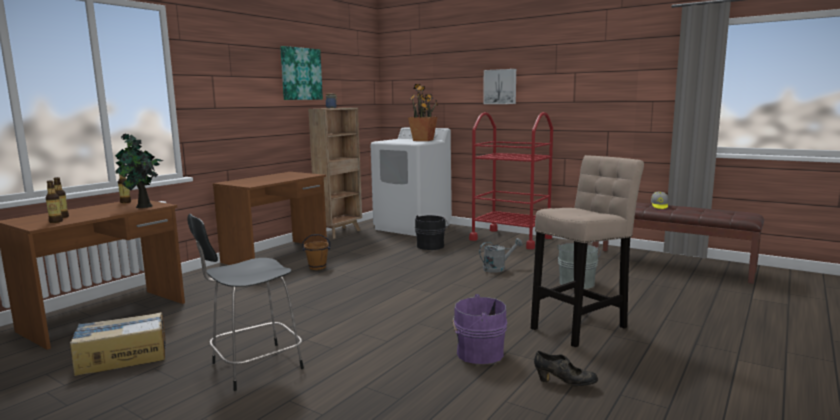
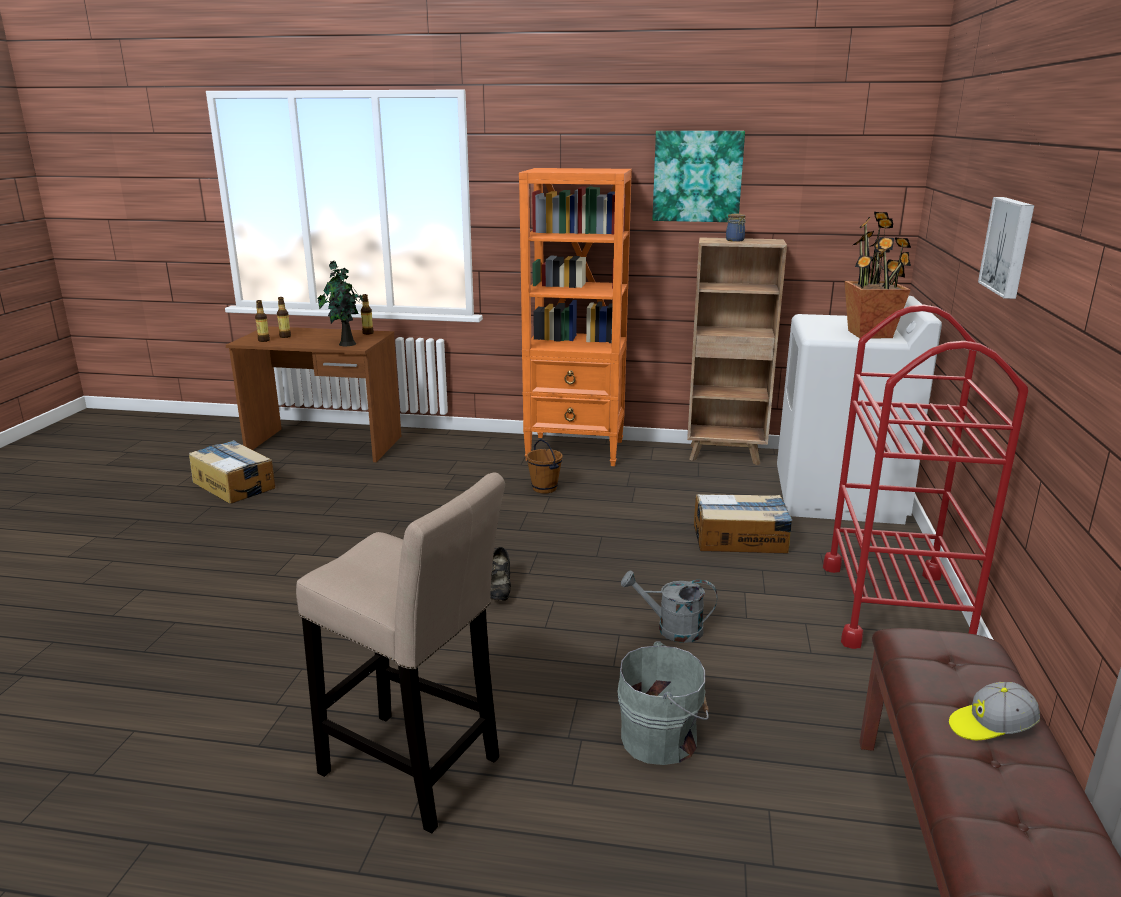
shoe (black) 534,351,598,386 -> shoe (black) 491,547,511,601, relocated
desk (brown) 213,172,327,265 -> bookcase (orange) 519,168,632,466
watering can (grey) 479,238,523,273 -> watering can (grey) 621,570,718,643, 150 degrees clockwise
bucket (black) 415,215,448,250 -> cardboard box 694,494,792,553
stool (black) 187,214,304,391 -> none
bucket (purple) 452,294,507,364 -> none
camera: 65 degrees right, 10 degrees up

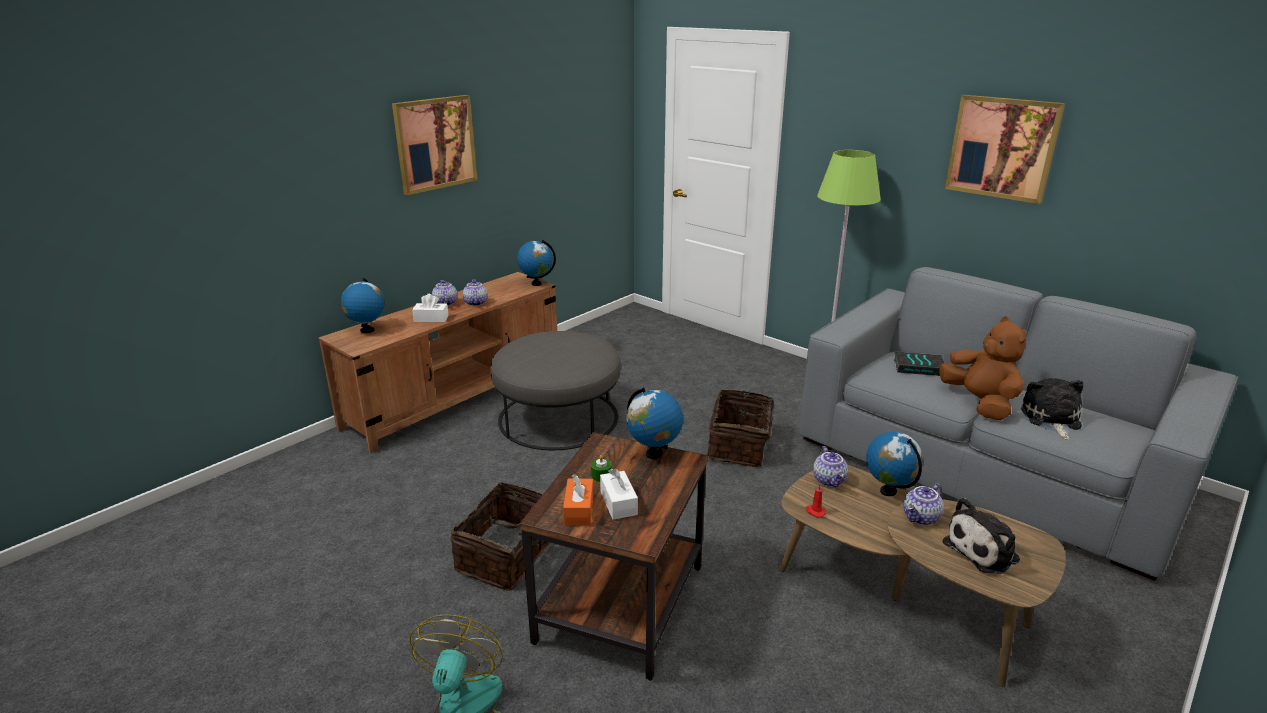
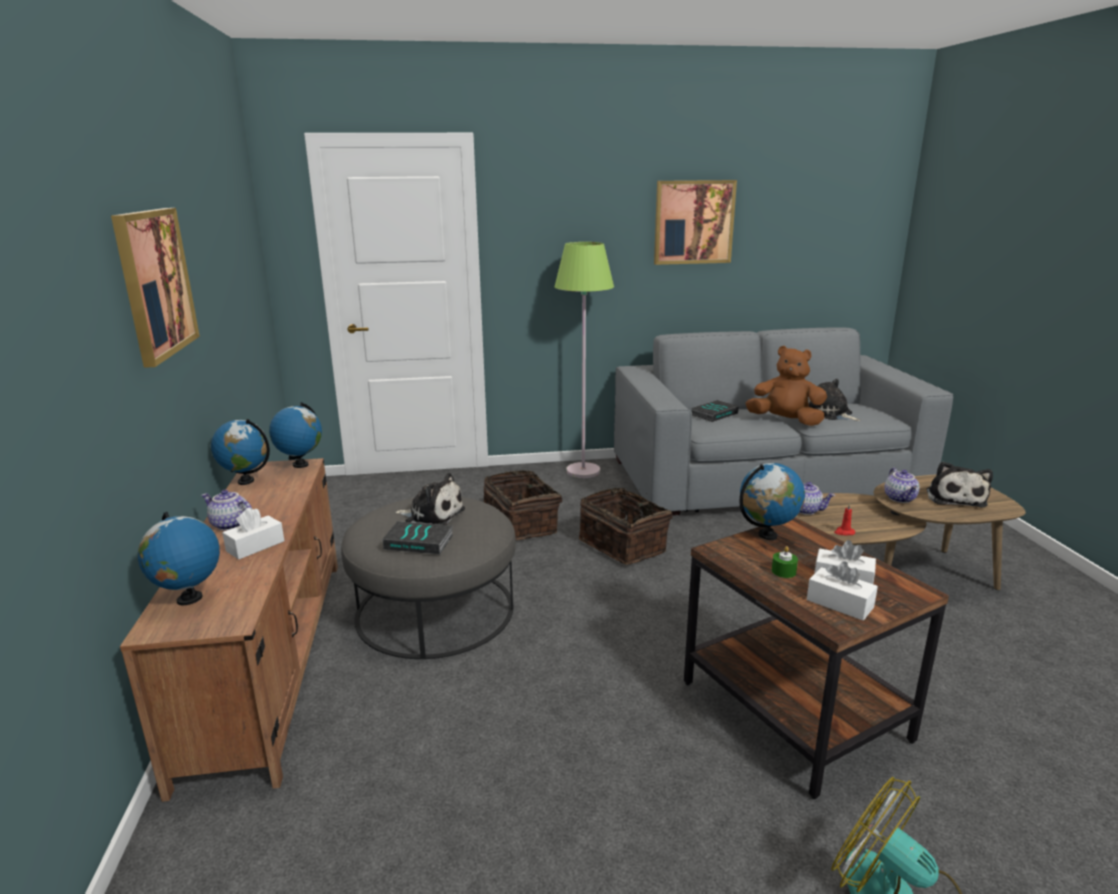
globe 866,432,923,496 -> globe 211,419,270,485, relocated
none -> book 382,521,453,554
none -> plush toy 394,473,465,525
basket 450,482,550,591 -> basket 484,470,562,540, relocated
tissue box (orange) 563,474,594,525 -> tissue box (white) 807,561,878,620
teapot 463,280,488,306 -> none
camera: 50 degrees left, 5 degrees down

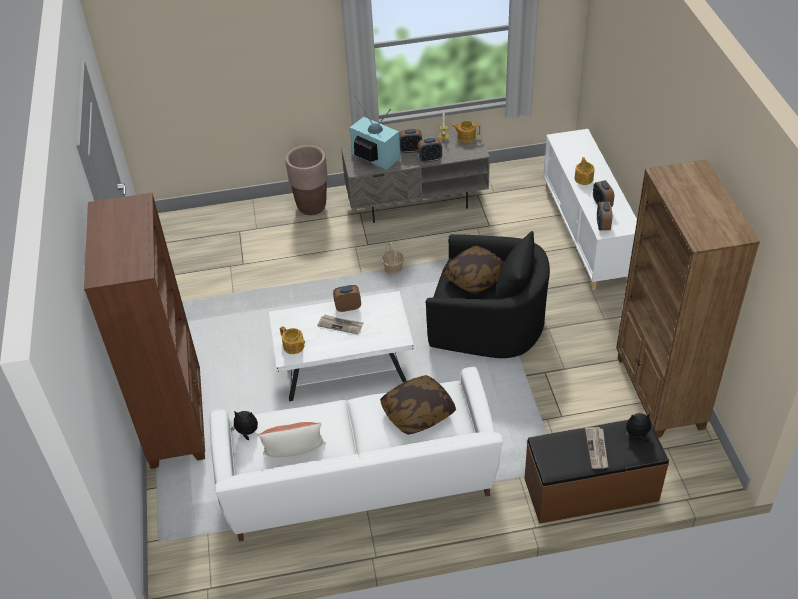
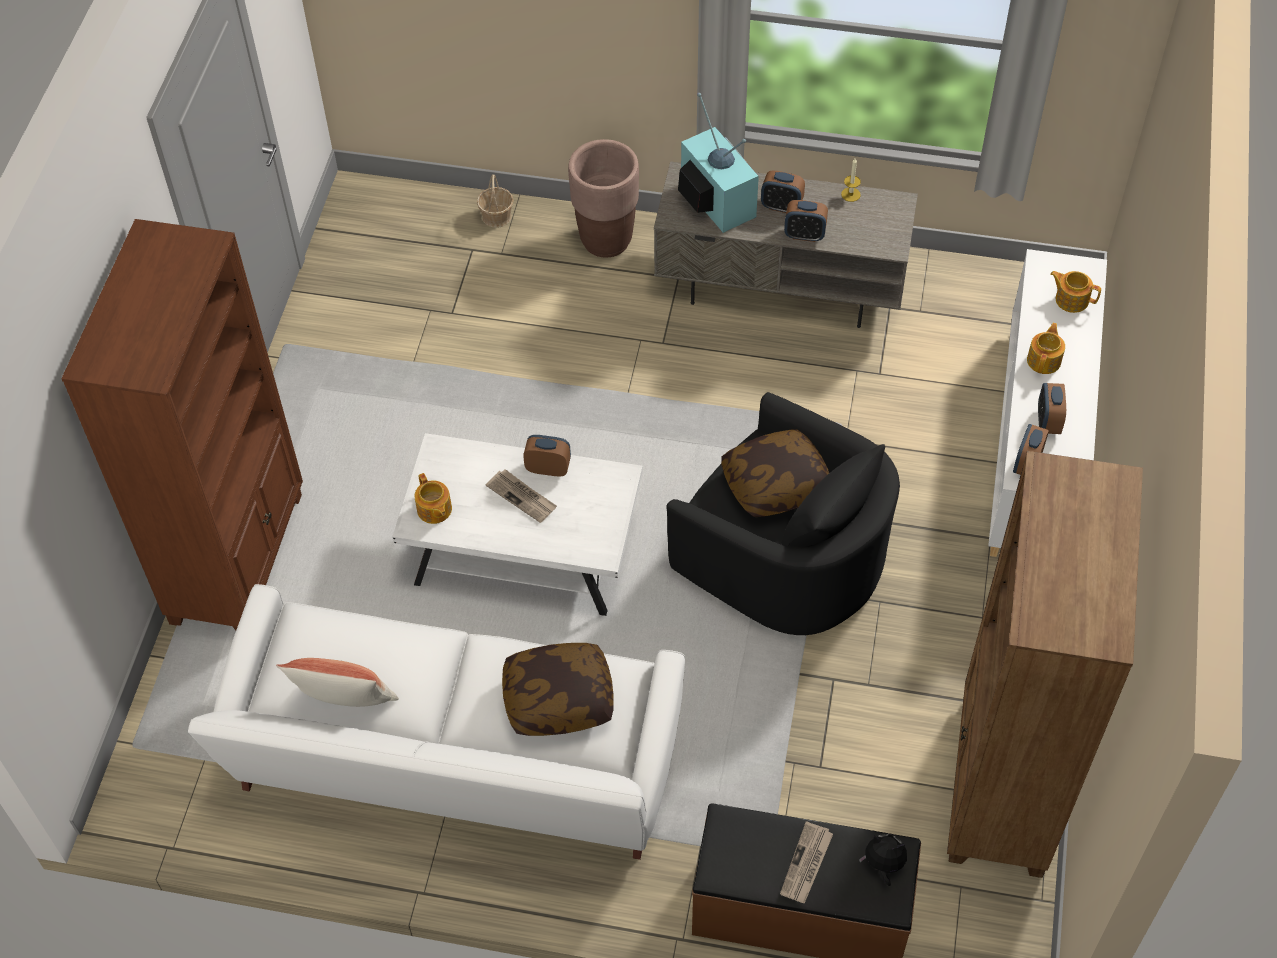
basket 382,242,404,274 -> basket 477,174,514,228, relocated
teapot 452,121,480,143 -> teapot 1050,271,1101,313, relocated
plush toy 230,411,258,440 -> none
camera: 20 degrees right, 10 degrees up

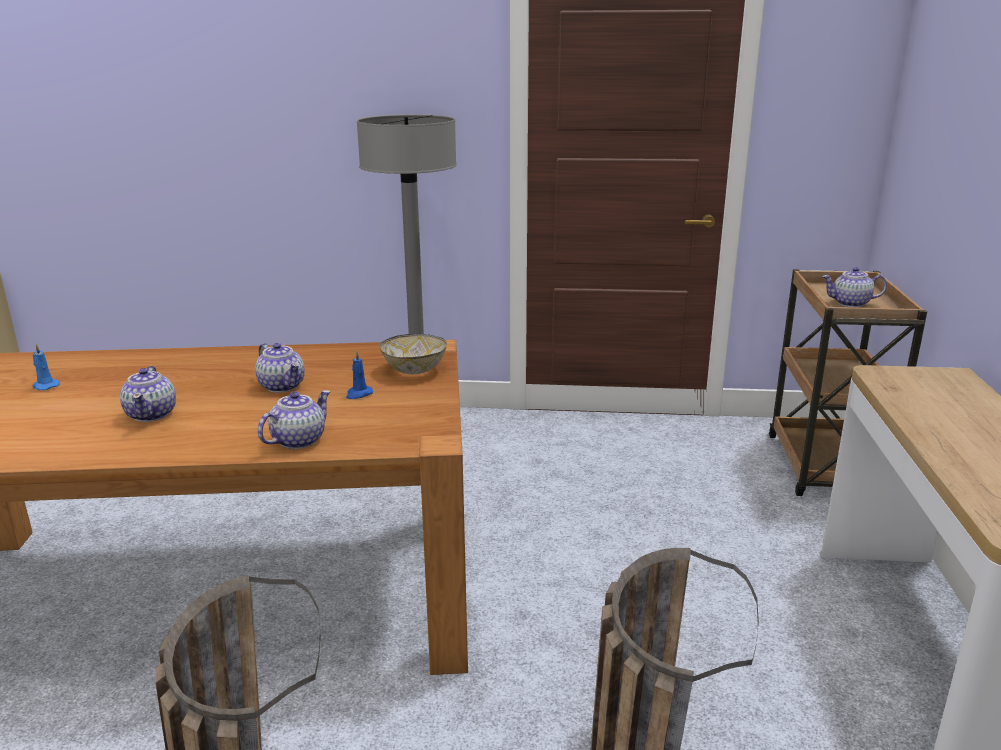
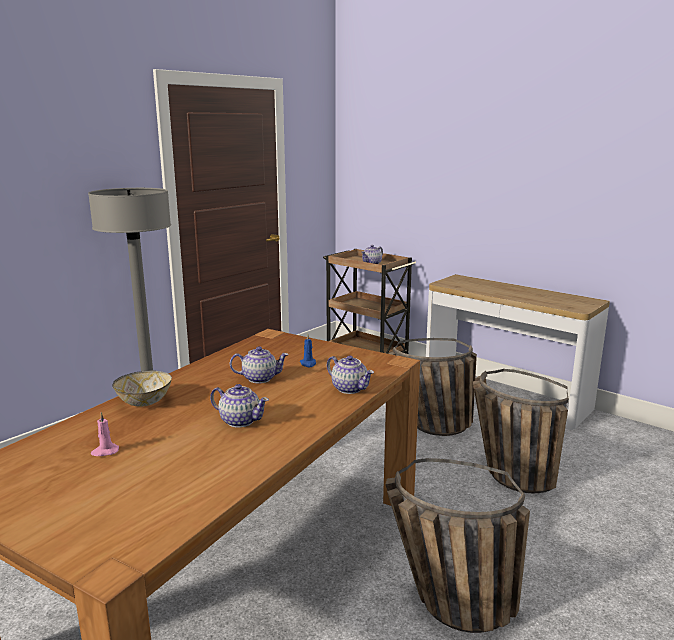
candle (blue) 33,344,60,390 -> candle (pink) 91,412,119,456
bowl 379,334,447,374 -> bowl 112,370,172,407, relocated
teapot 258,390,331,449 -> teapot 327,355,374,394, 150 degrees clockwise
none -> basket 388,338,477,436
camera: 55 degrees left, 5 degrees down

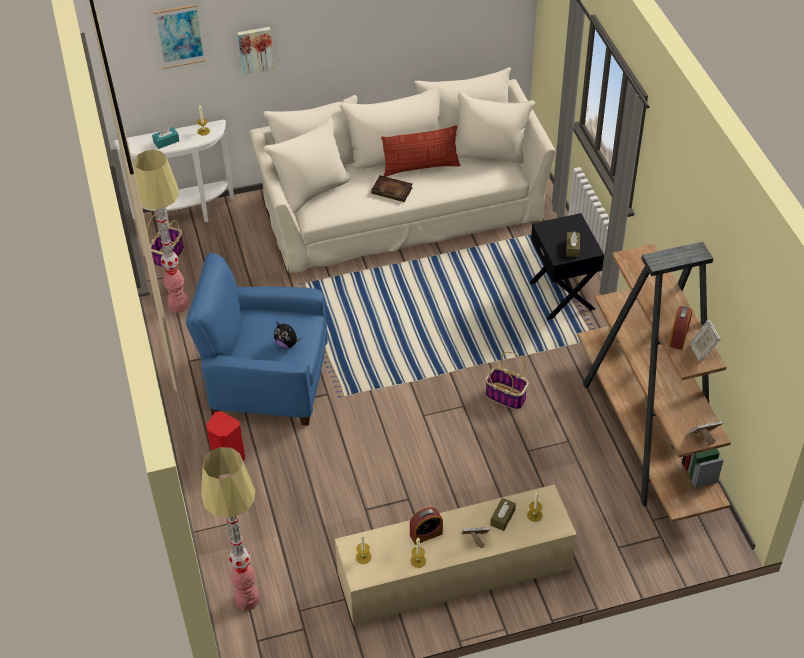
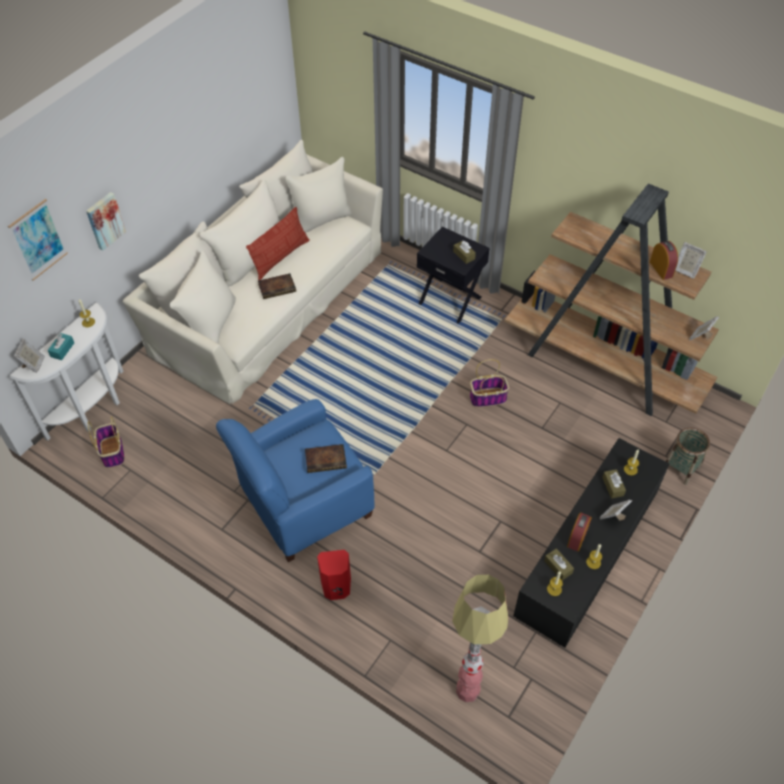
none -> picture frame 14,339,45,373
plush toy 274,322,301,348 -> book 305,444,347,473
tv stand (beige) 335,485,577,626 -> tv stand (black) 513,438,669,648
none -> tissue box (brown) 544,548,574,580
none -> basket 666,427,710,485
floor lamp 134,150,188,313 -> none
camera: 40 degrees left, 5 degrees up

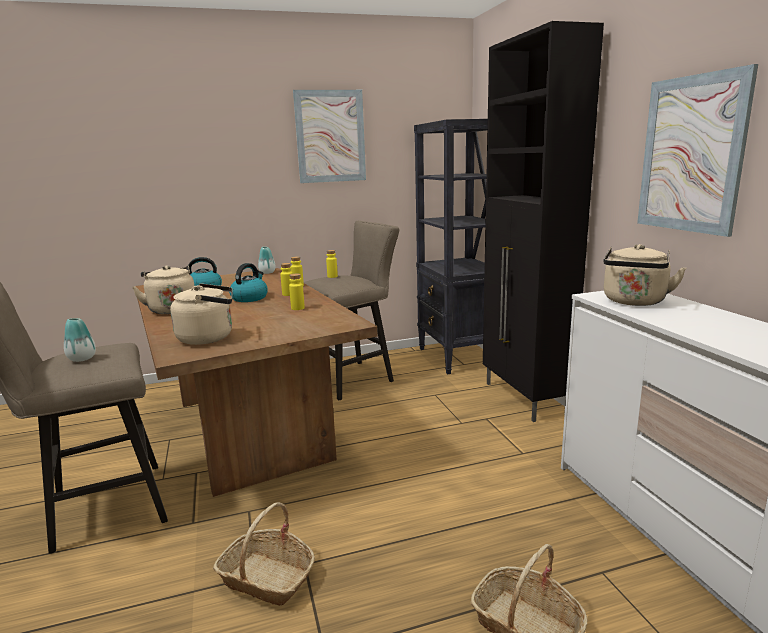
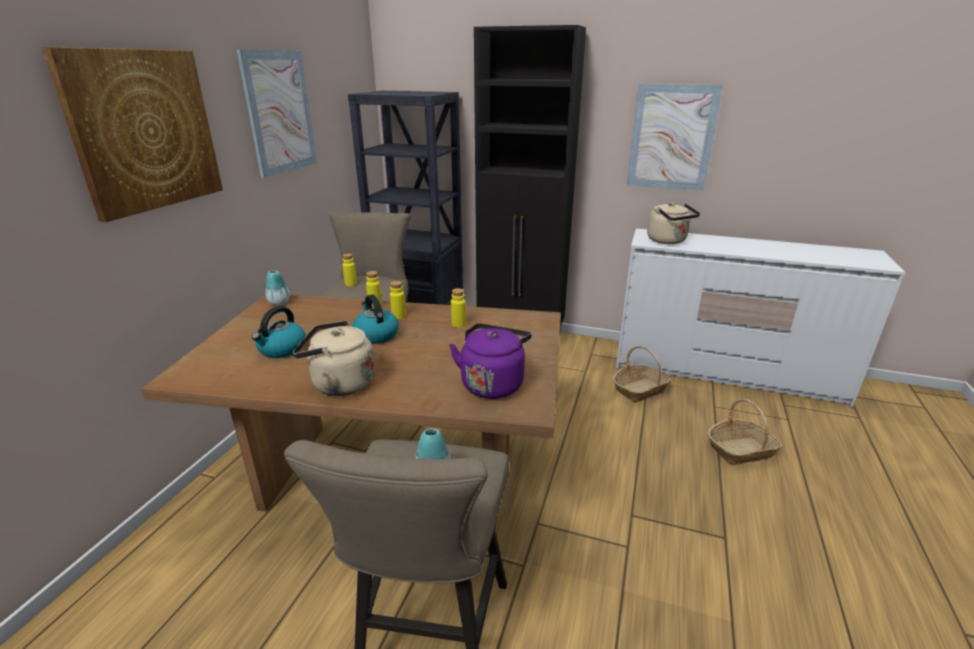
none -> picture 42,47,223,222
kettle (beige) 170,284,233,345 -> kettle (purple) 449,323,532,399
basket 213,502,315,606 -> basket 613,346,672,402, relocated
camera: 55 degrees left, 10 degrees up

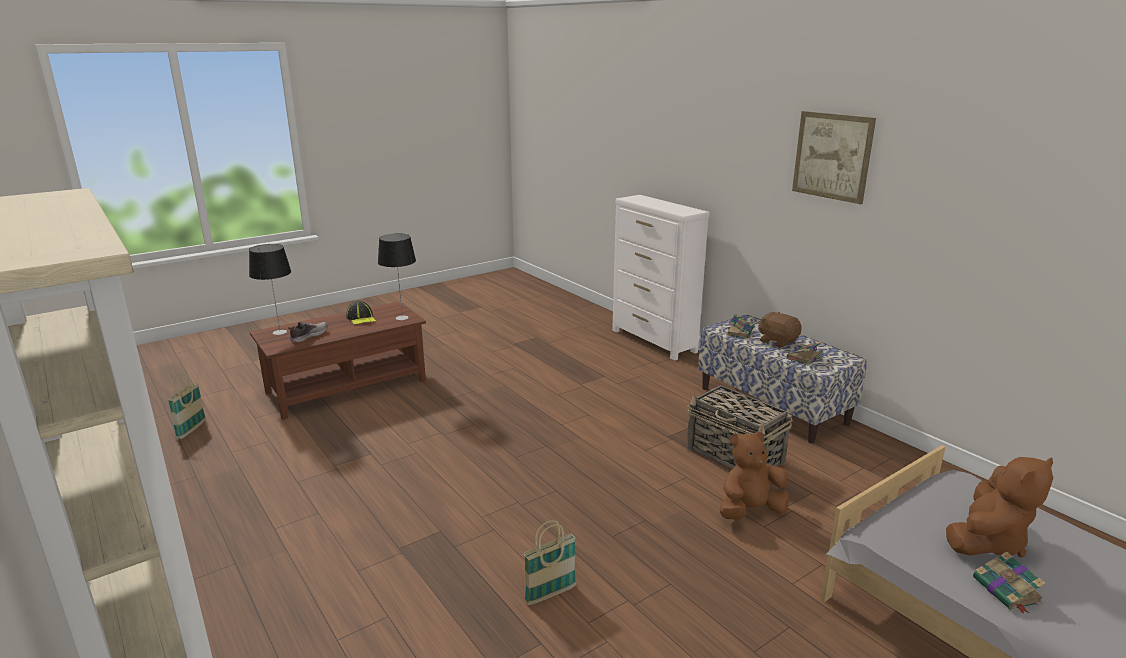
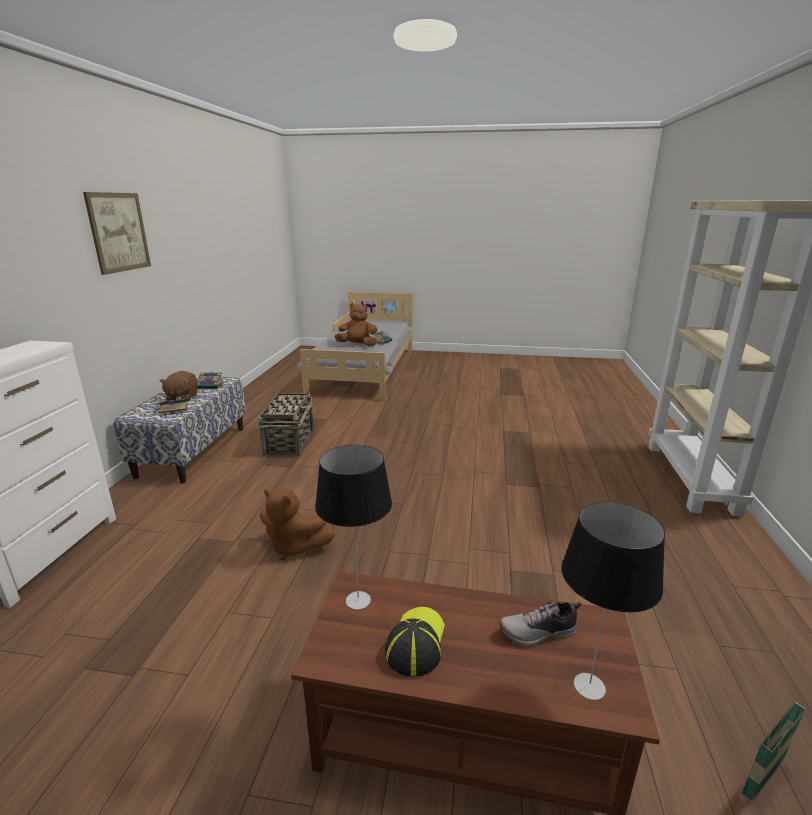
plush toy (brown) 720,431,789,520 -> plush toy (brown) 260,488,335,560, relocated
basket 523,520,576,605 -> none
camera: 135 degrees left, 0 degrees up

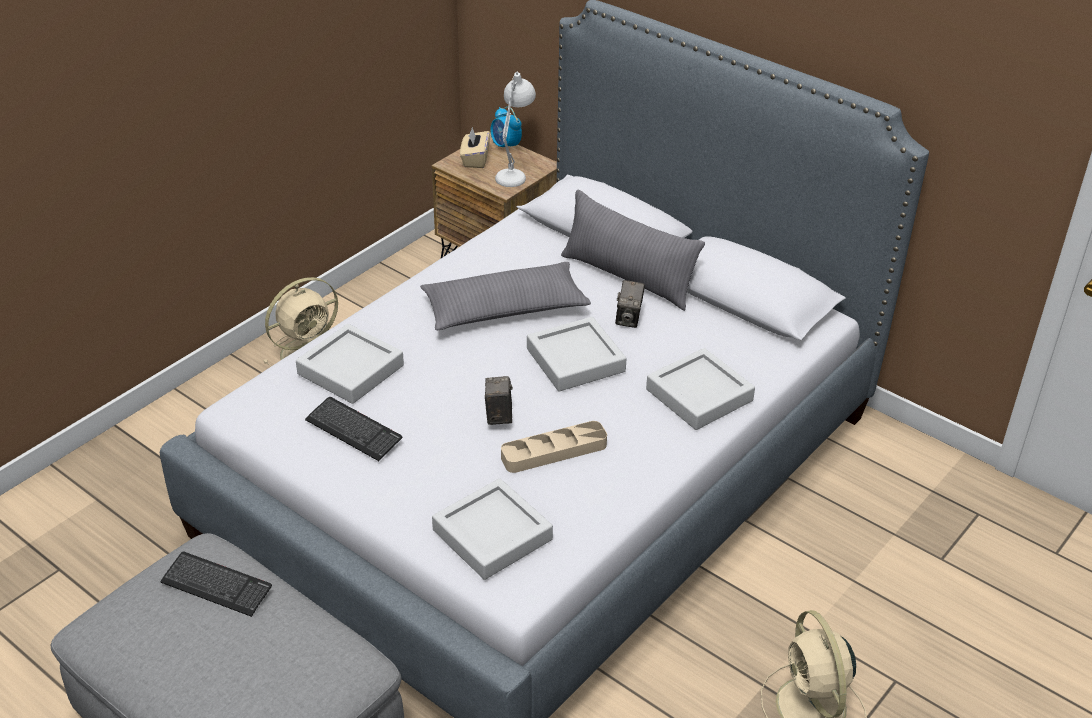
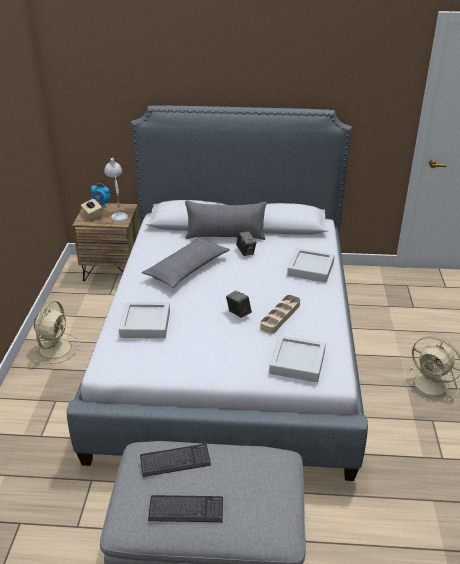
keyboard 305,397,402,461 -> keyboard 148,495,223,522, relocated
tray (grey) 527,317,627,392 -> none
camera: 35 degrees left, 5 degrees down

